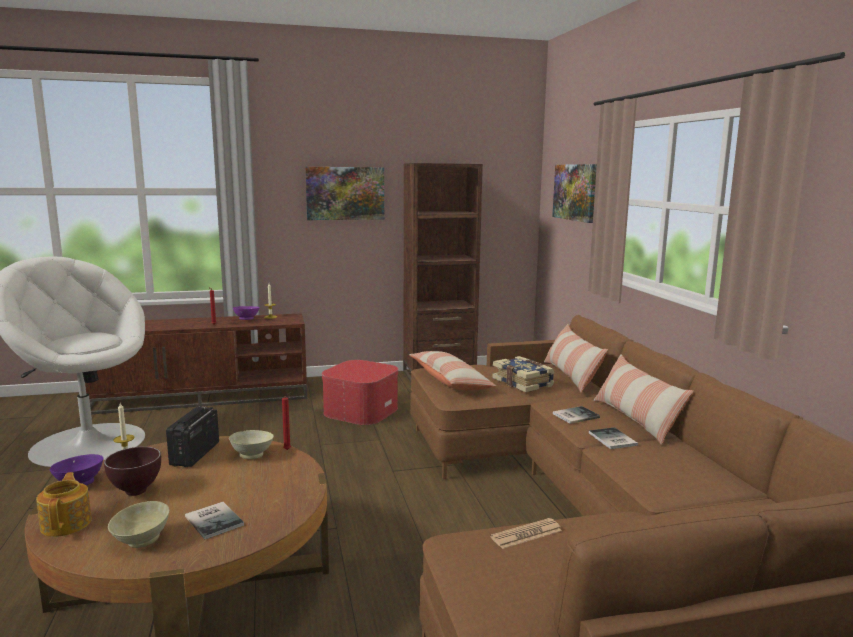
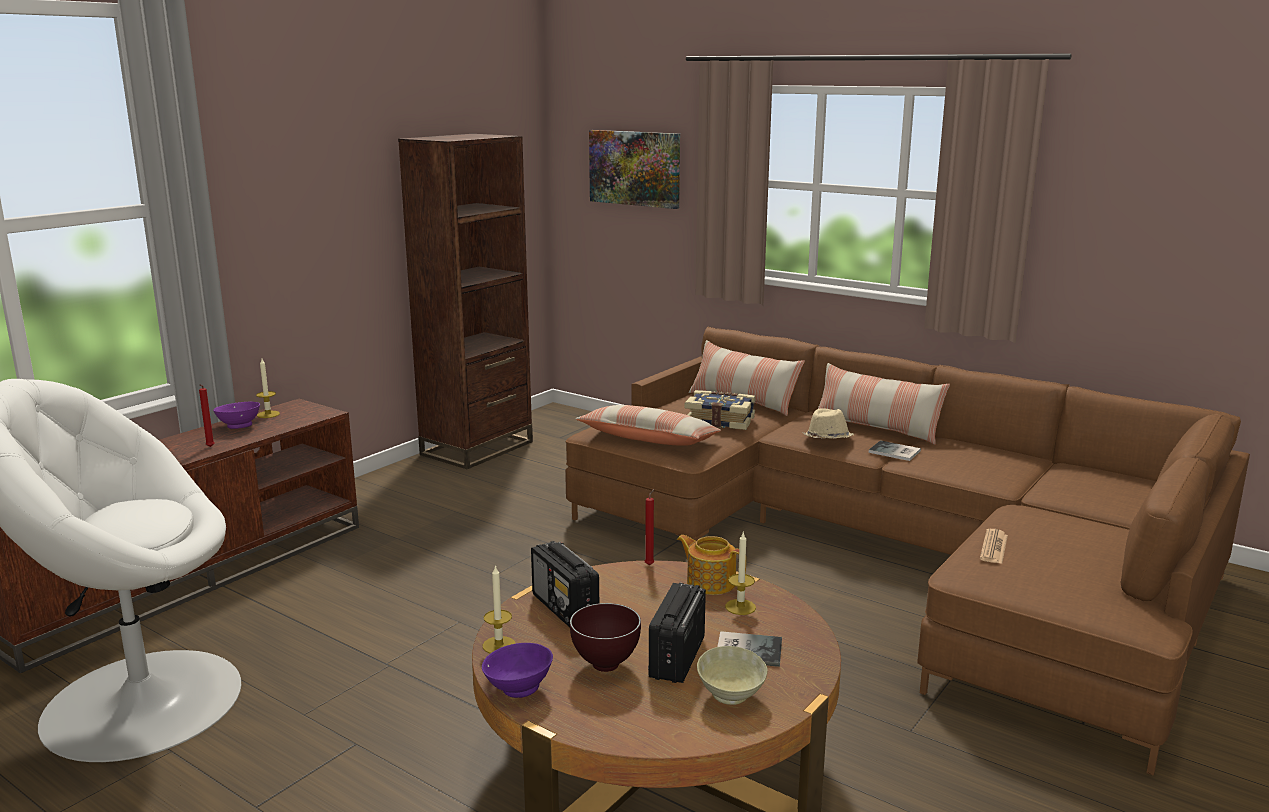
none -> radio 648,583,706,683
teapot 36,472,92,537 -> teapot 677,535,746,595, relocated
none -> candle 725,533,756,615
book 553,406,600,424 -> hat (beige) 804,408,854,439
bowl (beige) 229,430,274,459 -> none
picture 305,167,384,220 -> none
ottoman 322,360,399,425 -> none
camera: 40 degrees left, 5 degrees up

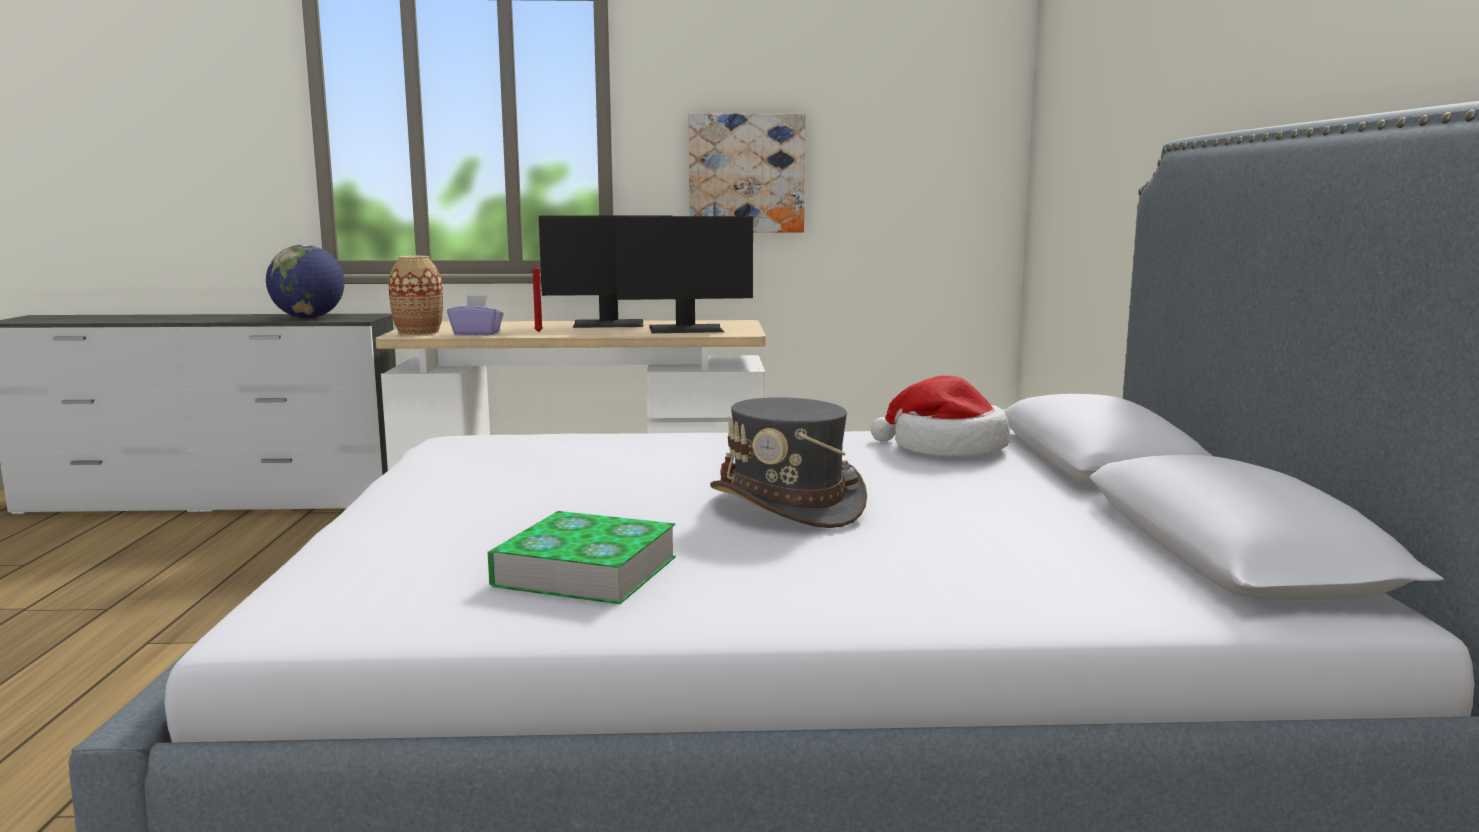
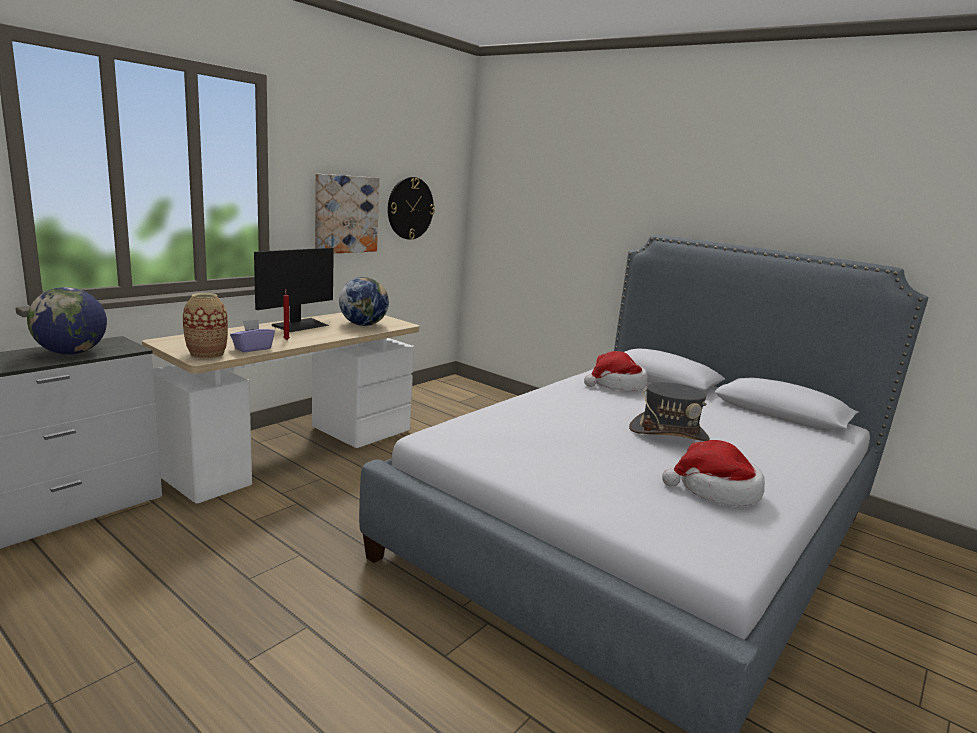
monitor 615,216,753,333 -> globe 339,277,389,326
none -> wall clock 388,177,435,240
book 488,511,676,604 -> hat 662,440,765,506
camera: 50 degrees left, 5 degrees up

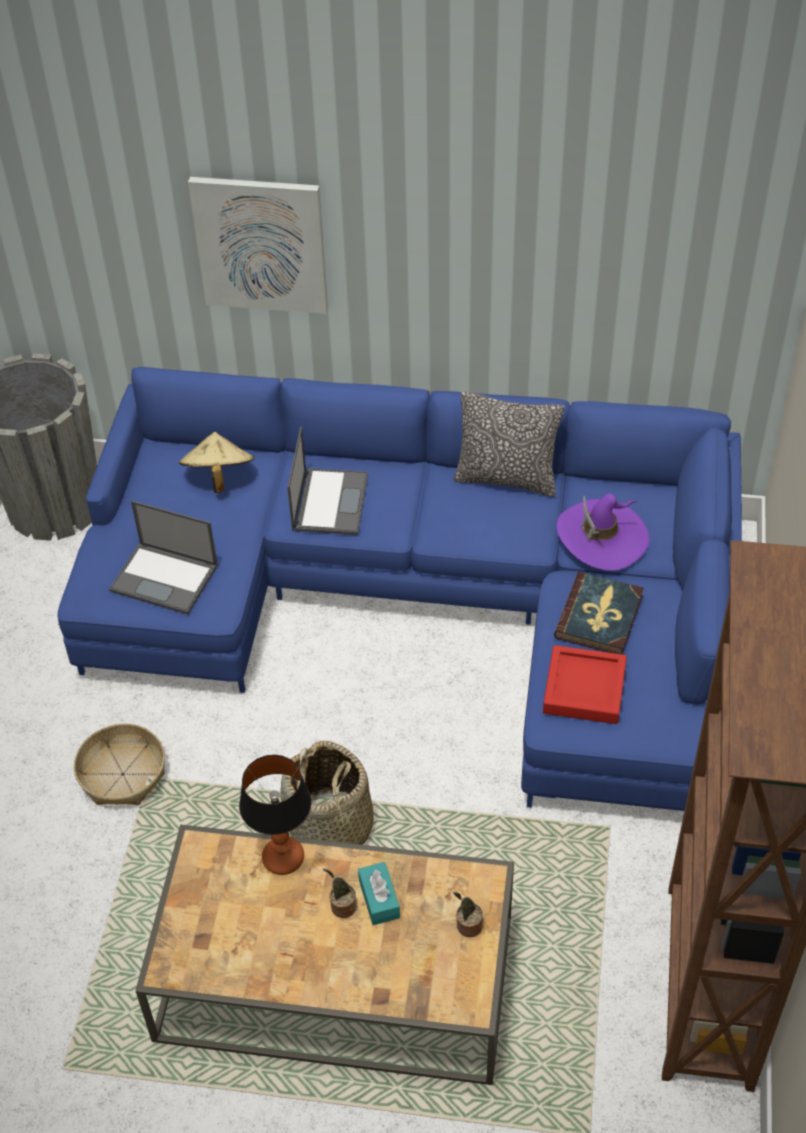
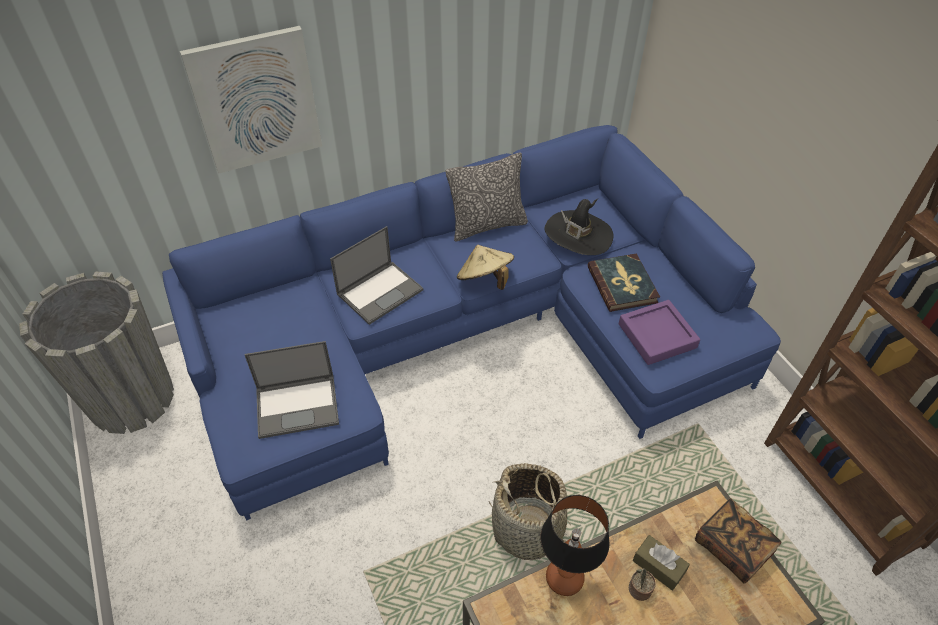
laptop 287,427,368,535 -> laptop 330,226,423,325, 75 degrees clockwise
hat (beige) 179,432,254,493 -> hat (beige) 457,245,514,290, relocated
hat (purple) 557,494,650,571 -> hat (black) 544,199,614,255
tray (red) 543,645,627,724 -> tray (purple) 619,300,700,365
tissue box (turquoise) 358,862,400,925 -> tissue box (brown) 633,535,690,591
potted plant 453,892,483,937 -> book 695,498,781,584
basket 74,723,165,805 -> none
camera: 35 degrees left, 0 degrees up

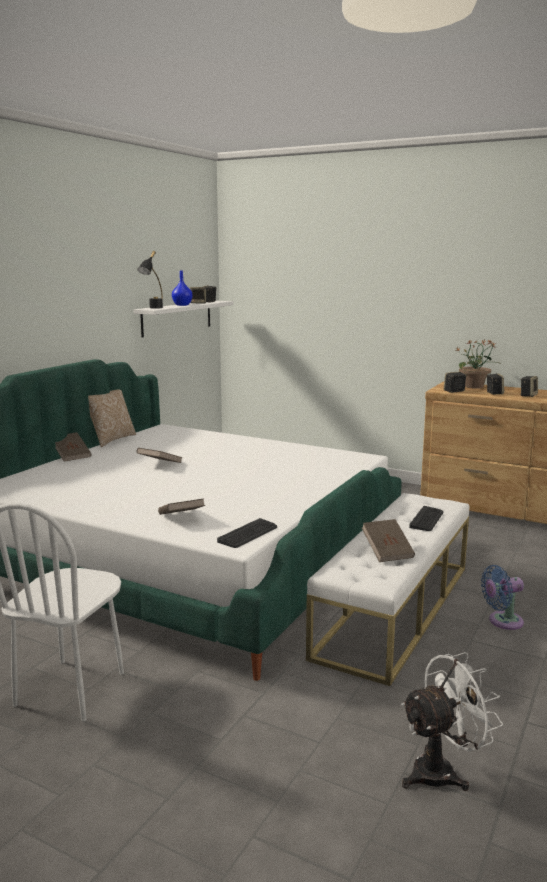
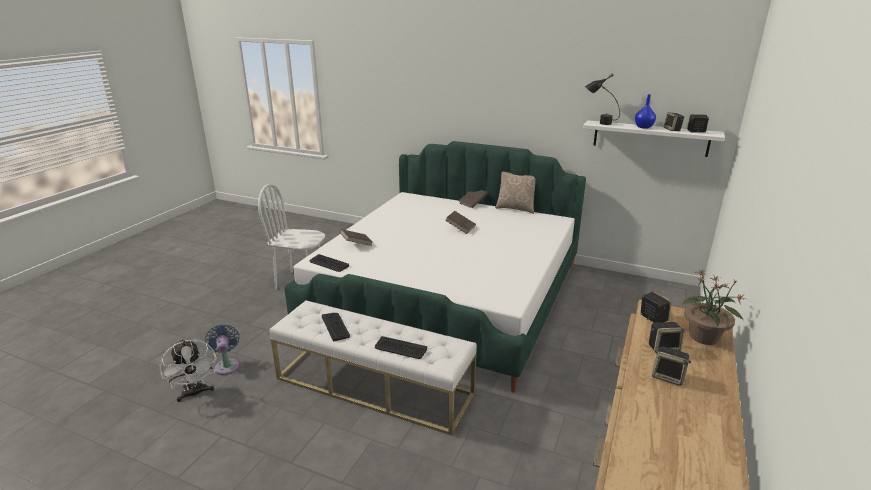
fan (blue) 481,565,524,630 -> fan (blue) 205,324,240,375, relocated
book (brown) 362,519,415,562 -> keyboard 322,313,350,341
camera: 85 degrees right, 10 degrees up

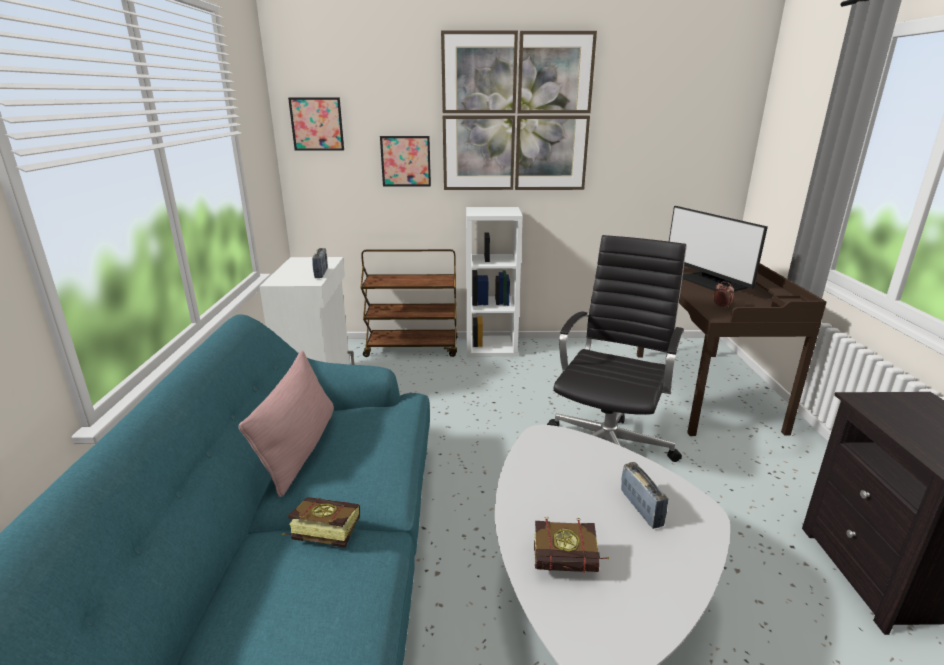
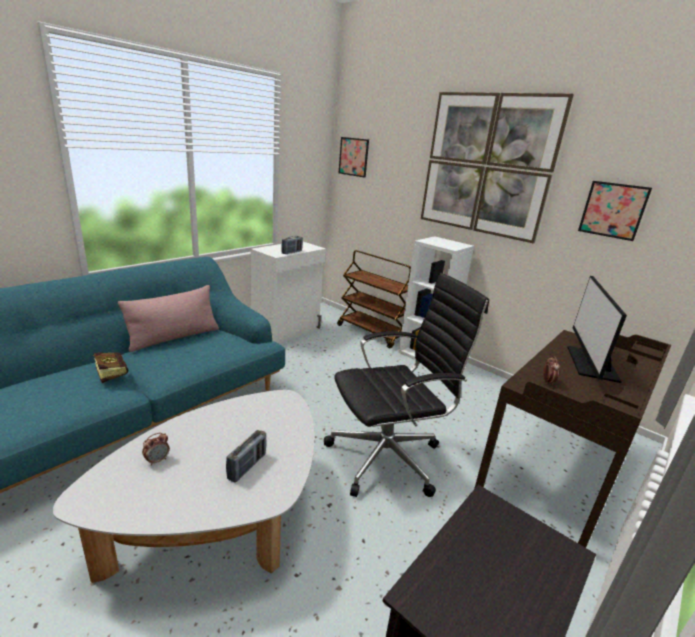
book 534,517,609,572 -> alarm clock 142,432,170,466
picture 380,136,431,186 -> picture 578,181,652,241, relocated
camera: 40 degrees right, 0 degrees up

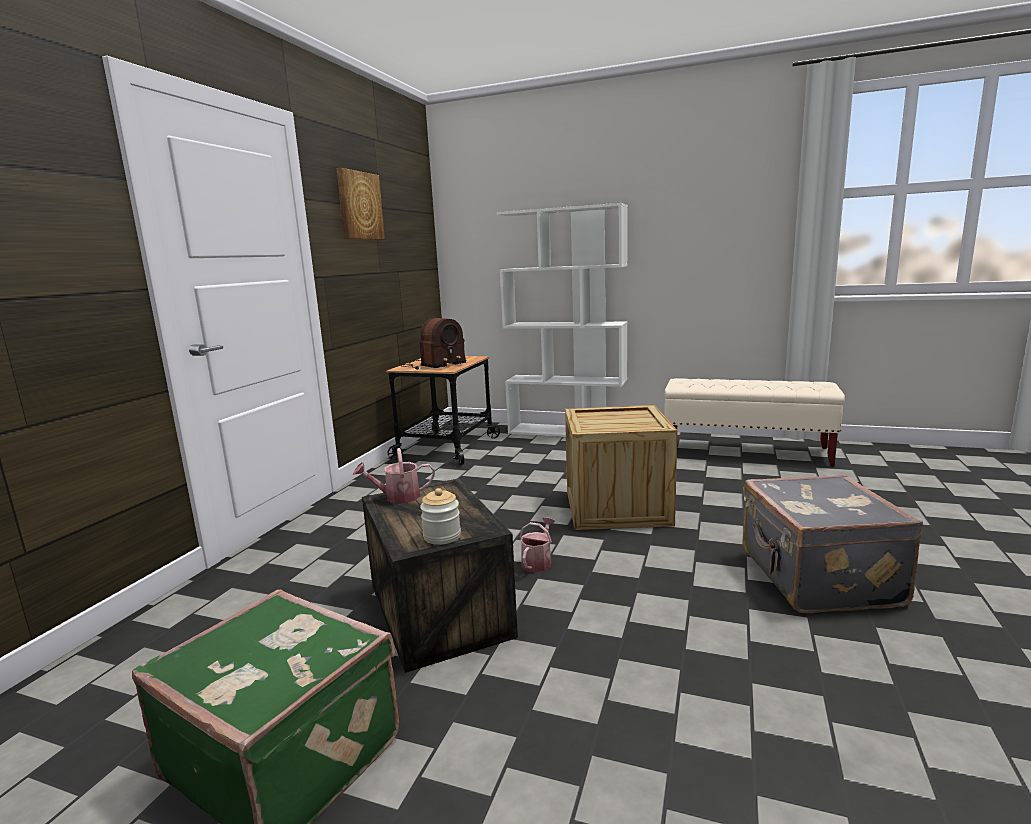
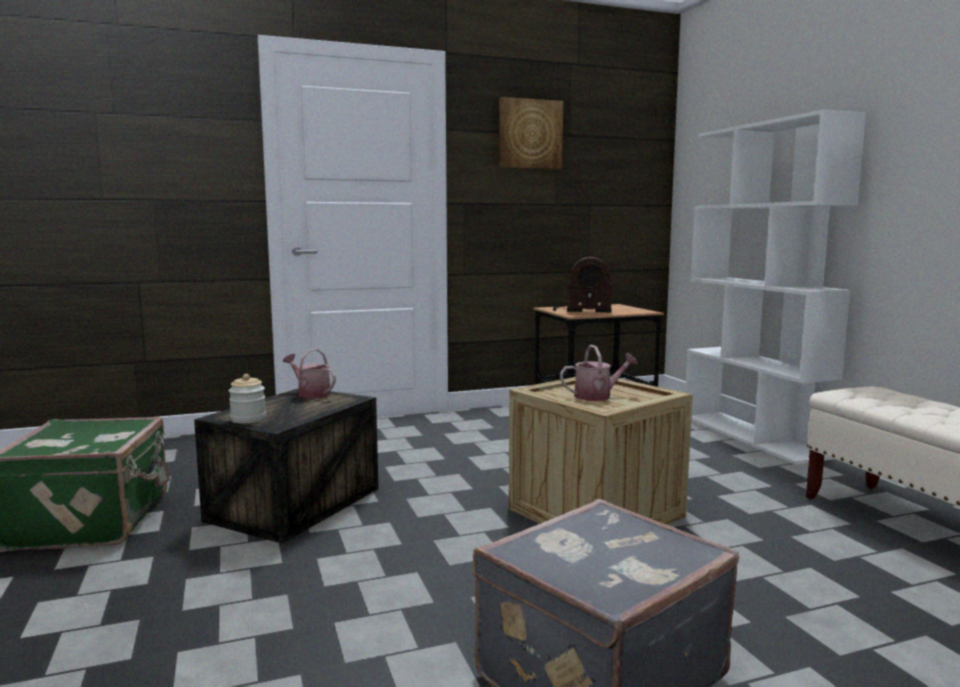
watering can 520,517,555,572 -> watering can 560,345,638,401, relocated
camera: 50 degrees right, 5 degrees down

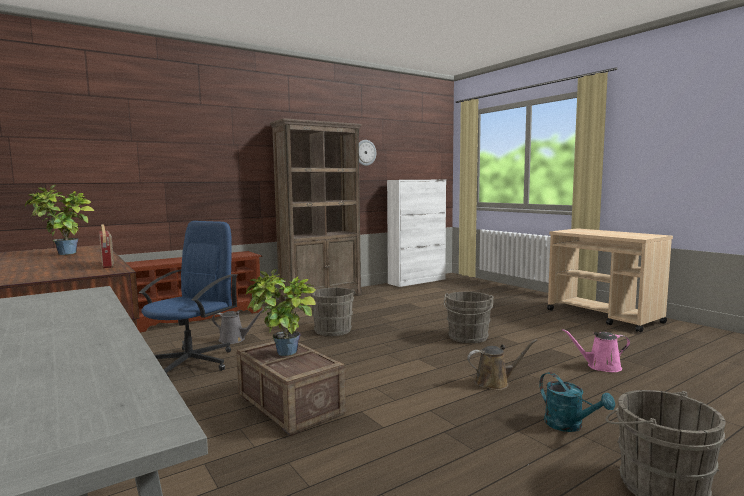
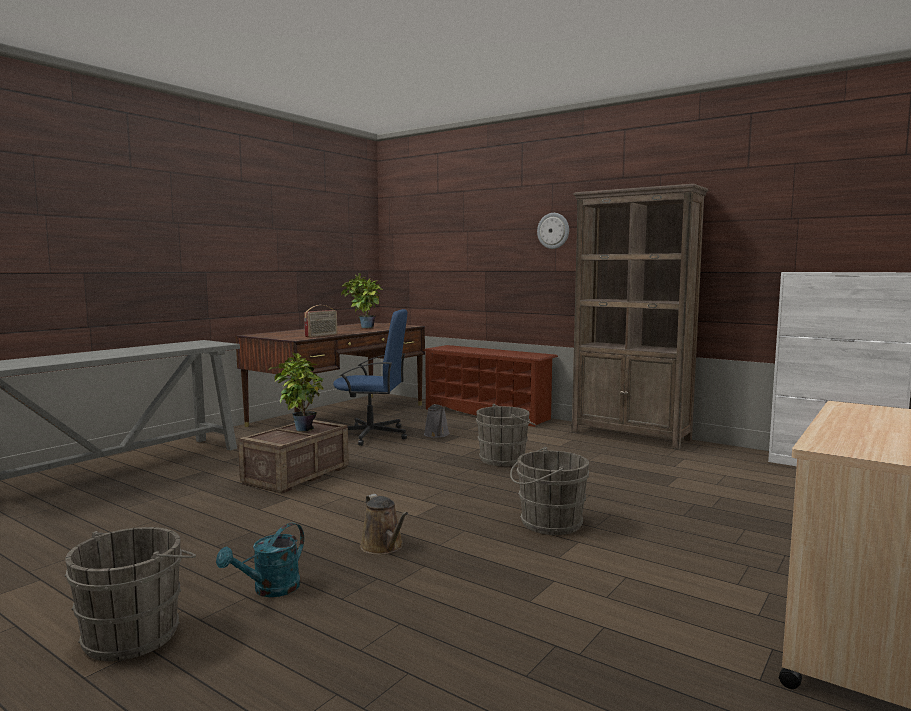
wall clock 359,140,376,166 -> wall clock 537,213,569,249, relocated
watering can (pink) 562,329,630,372 -> none
camera: 70 degrees right, 0 degrees up

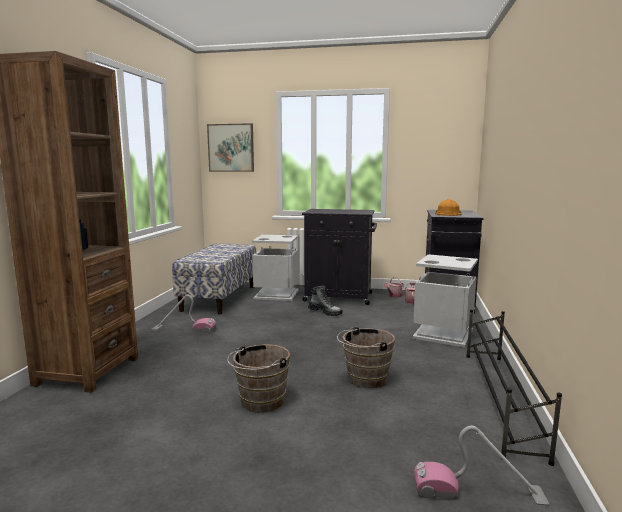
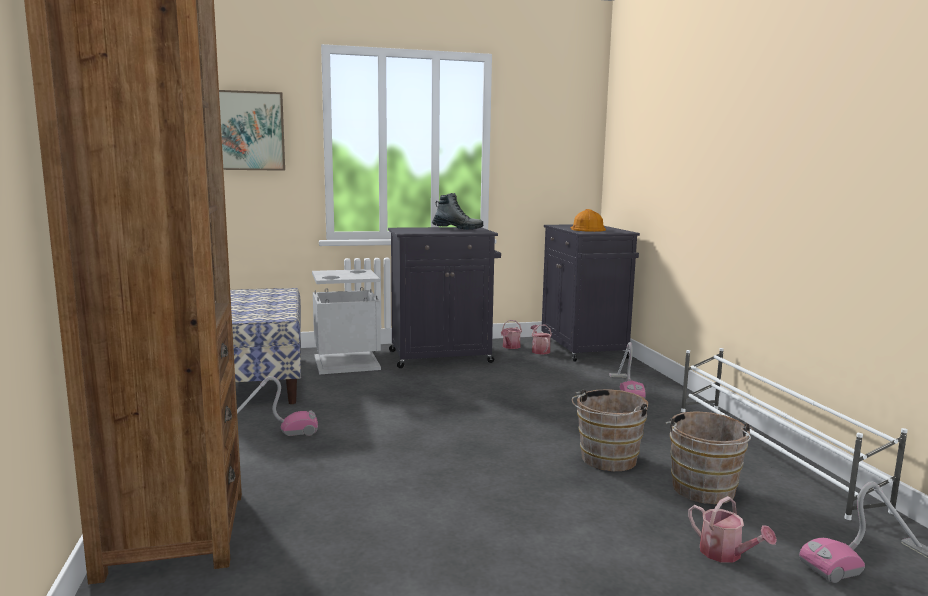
boot 308,285,343,316 -> boot 432,193,483,230, relocated
trash can (grey) 413,254,478,348 -> vacuum cleaner 609,342,646,398
bucket (brown) 227,344,290,413 -> bucket (brown) 665,411,754,504, relocated
shoe rack (black) 466,310,562,466 -> shoe rack (white) 681,348,908,520
none -> watering can 688,496,777,563
camera: 25 degrees left, 0 degrees up

